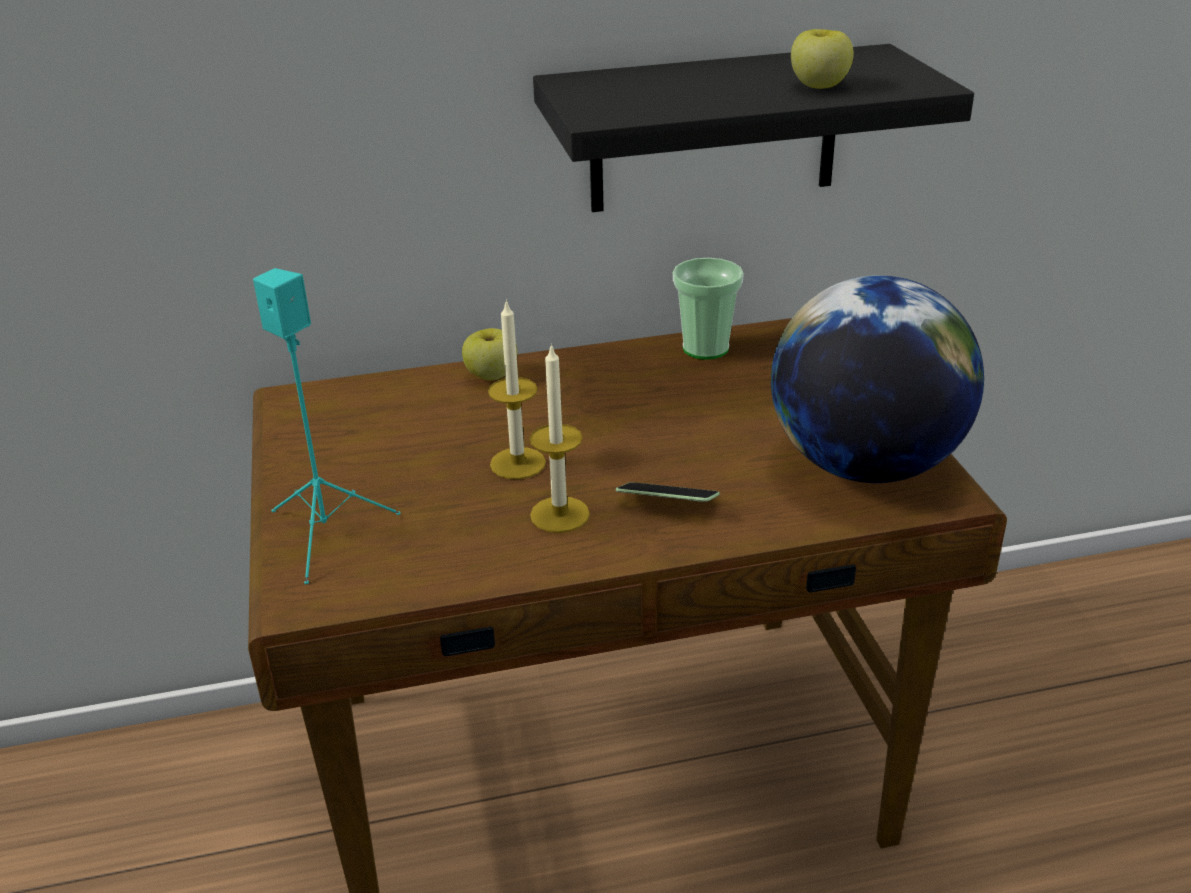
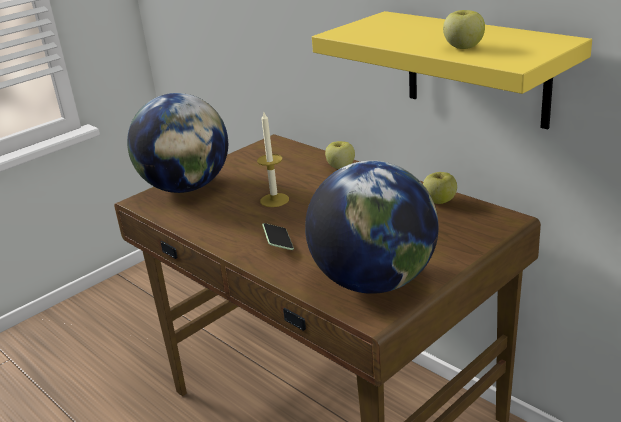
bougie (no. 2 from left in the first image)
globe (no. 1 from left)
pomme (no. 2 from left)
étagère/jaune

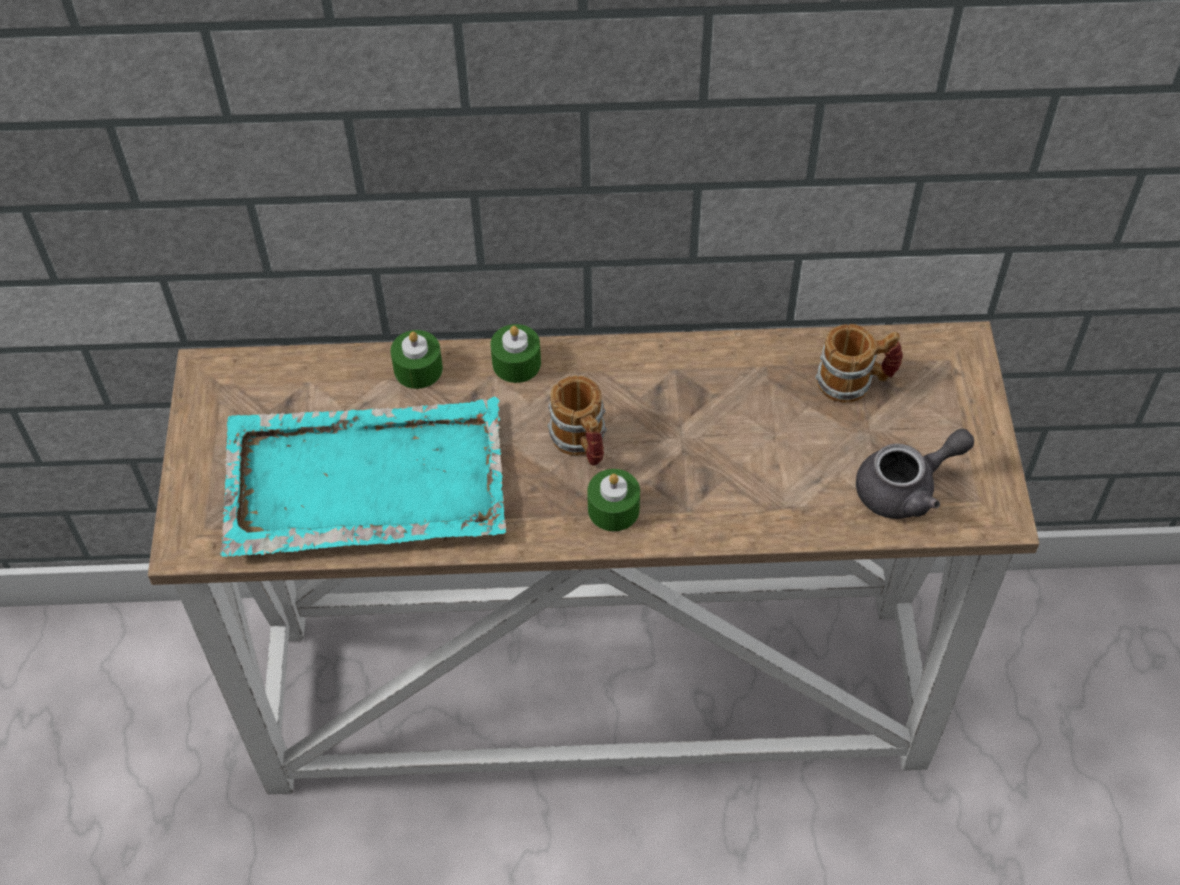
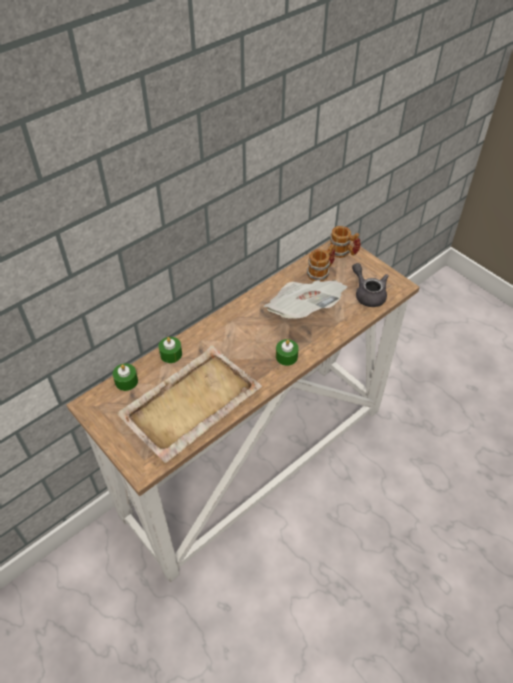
journal
bougie/vert (no. 1 from left)
mug (no. 2 from left)
plateau/beige
théière/gris

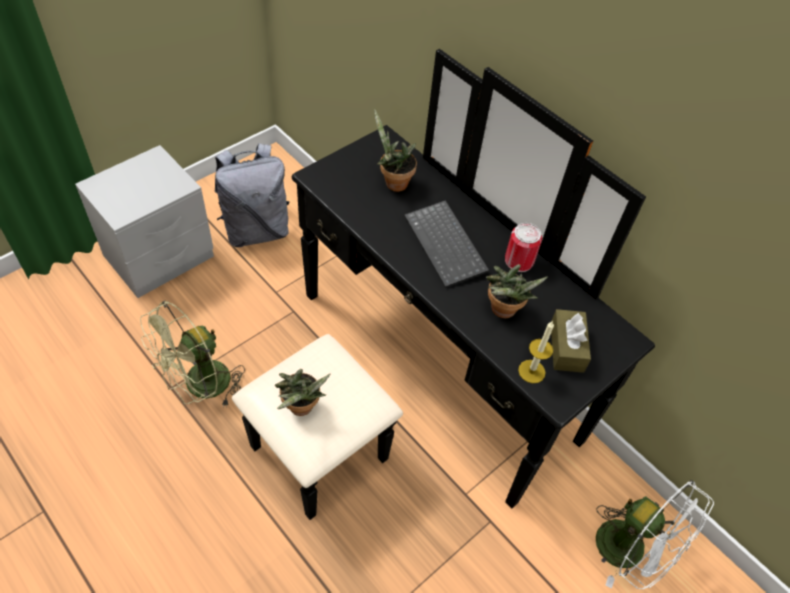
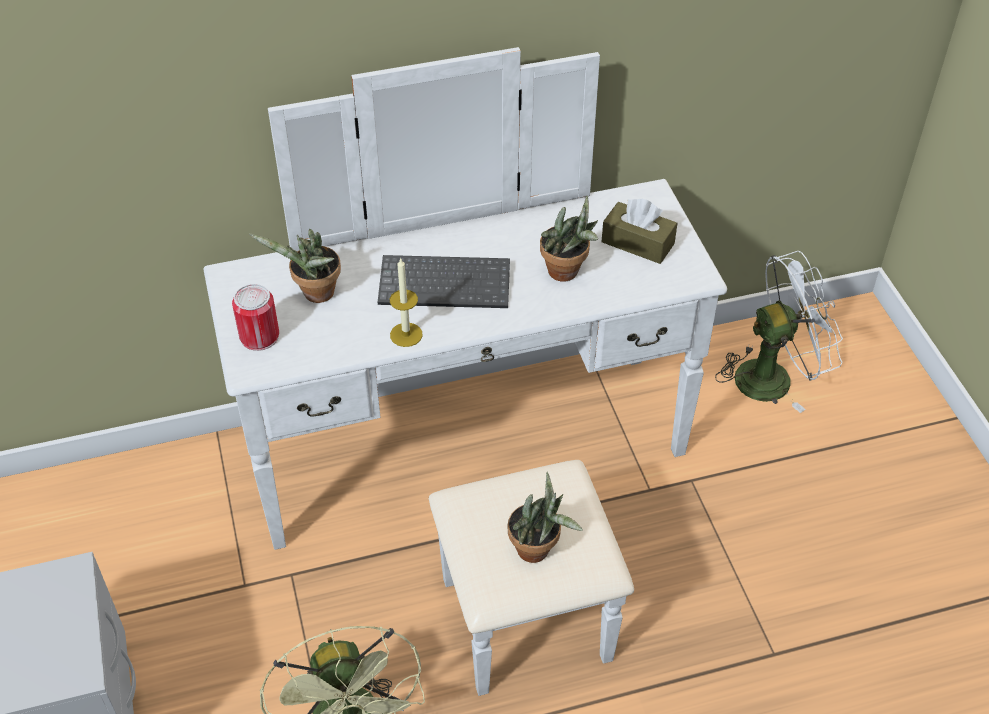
sac à dos/gris
boîte métallique
bougie
commode/blanc

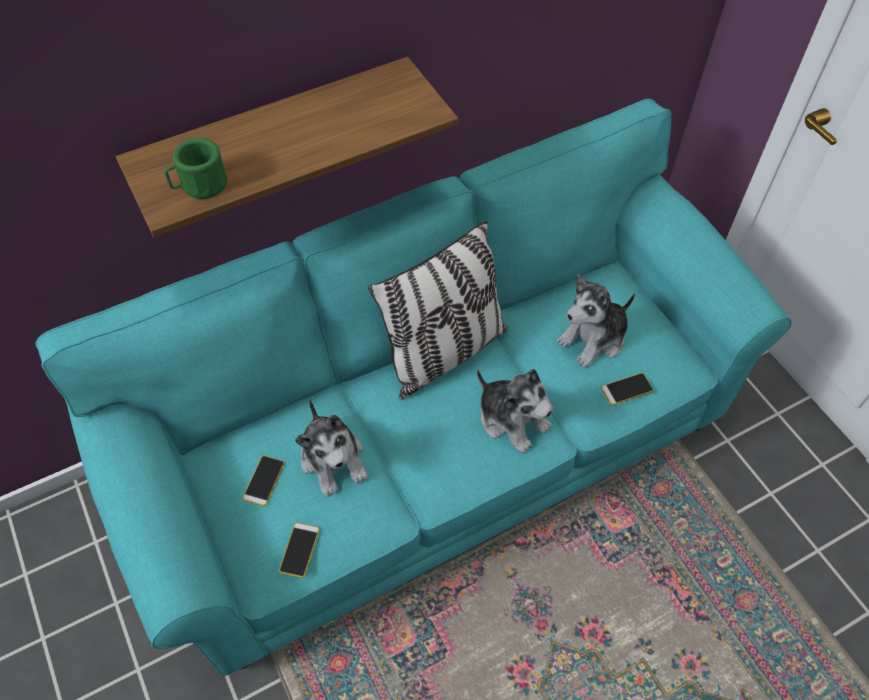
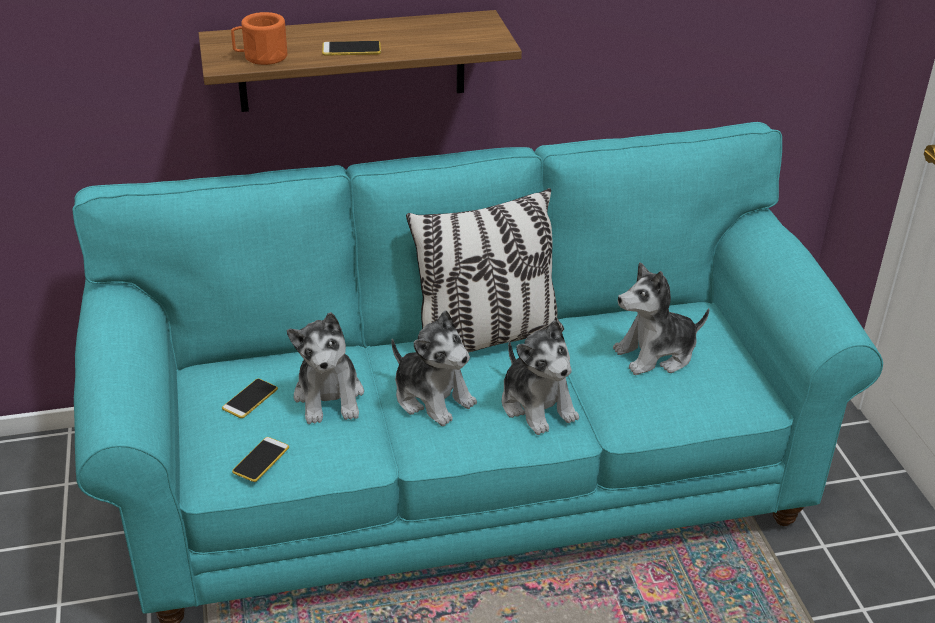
peluche (no. 2 from left)
téléphone (no. 3 from left)
mug/orange

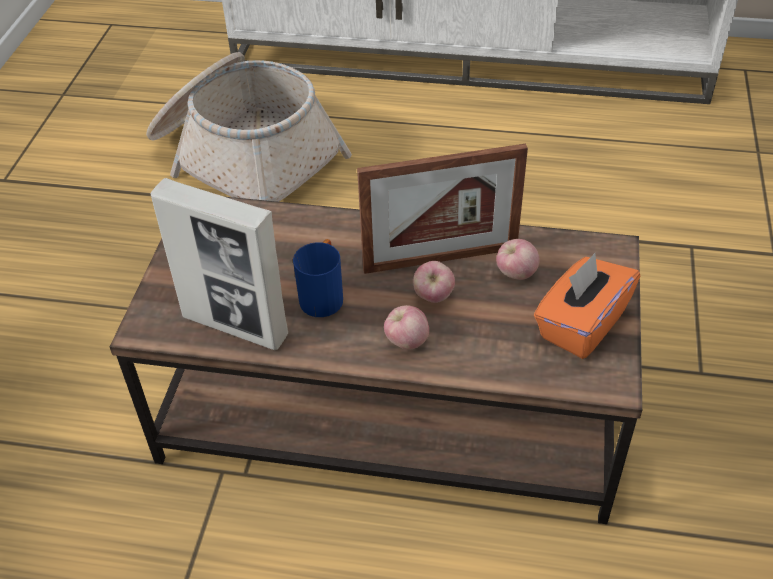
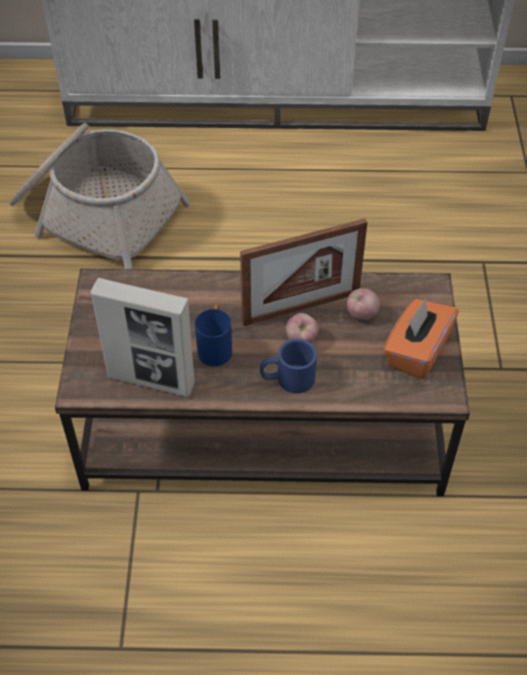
mug/bleu (no. 2 from left)

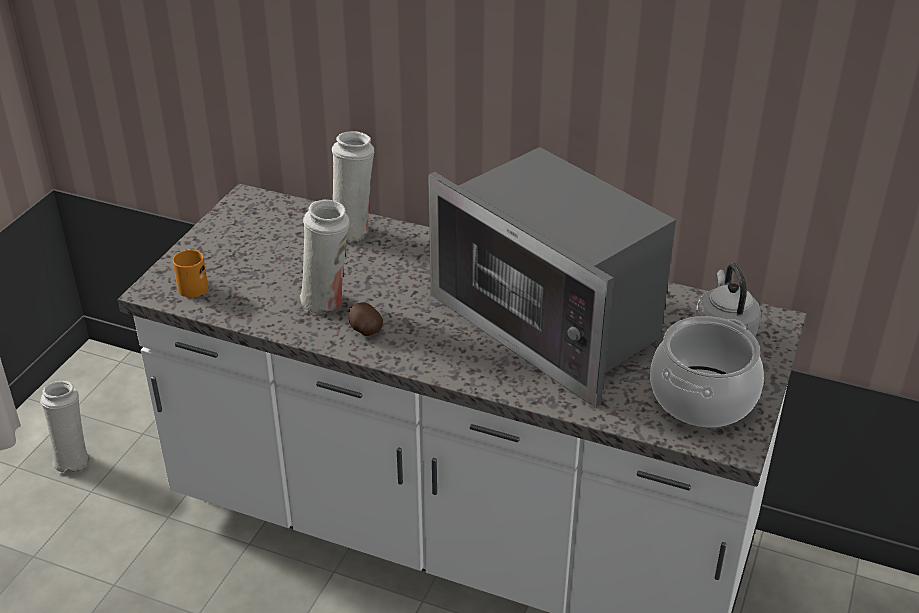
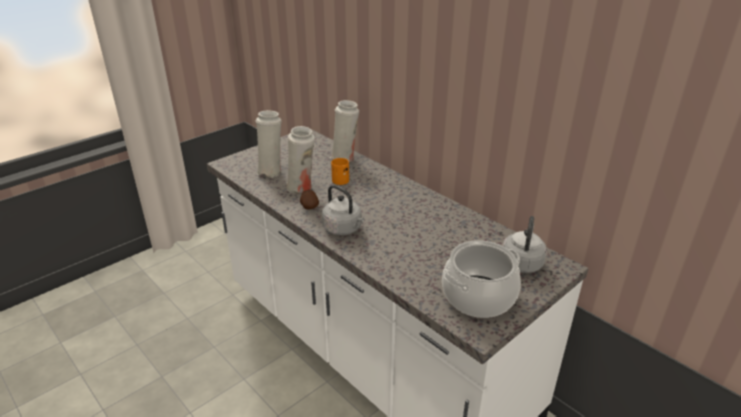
micro-ondes
bouilloire/gris (no. 1 from left)
vase/blanc (no. 1 from left)
mug/orange

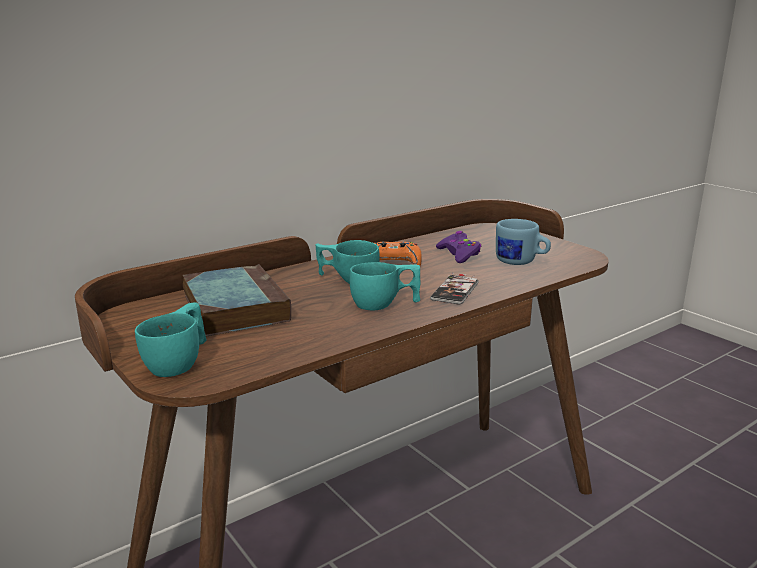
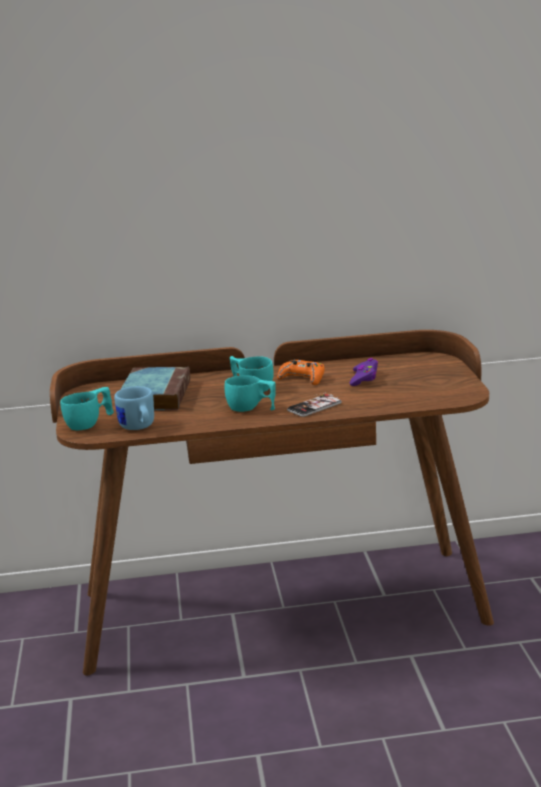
mug/bleu

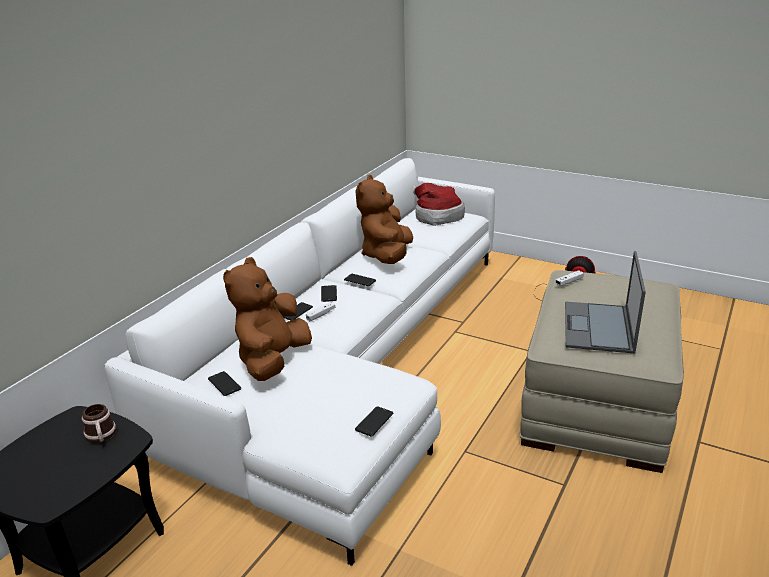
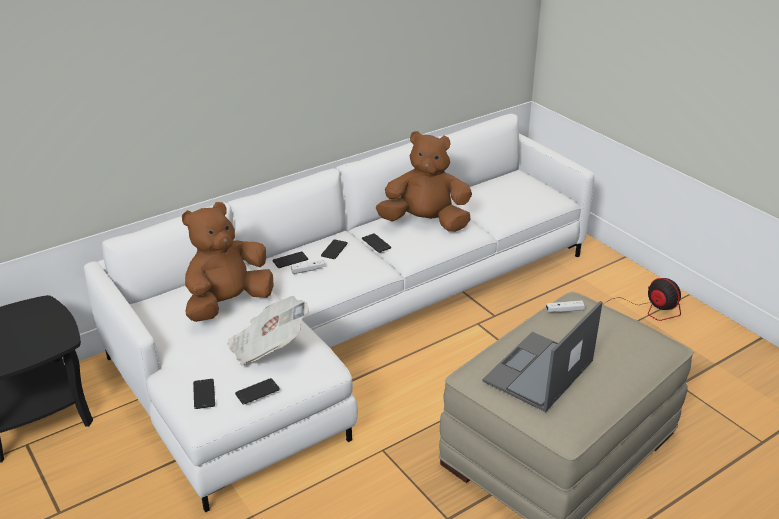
mug
chapeau
journal
téléphone (no. 1 from left)
peluche/marron (no. 2 from left)

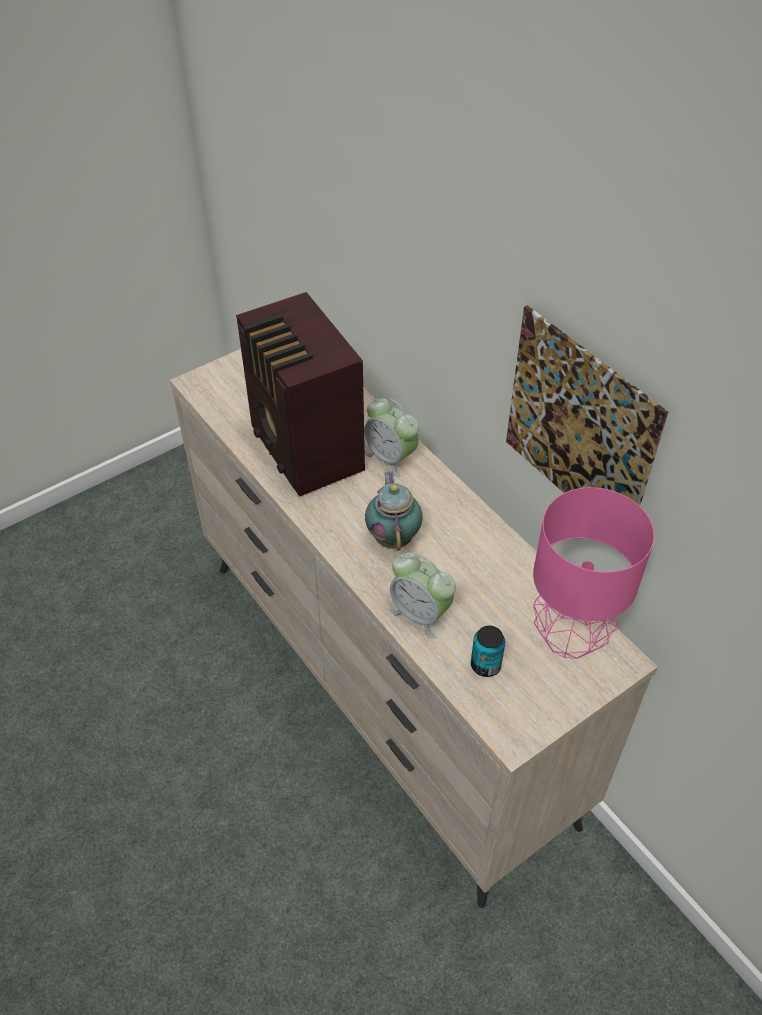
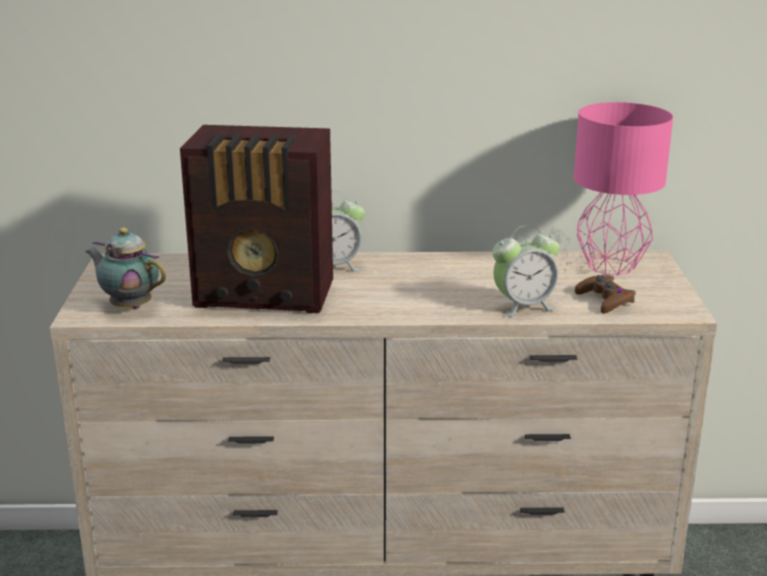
tableau
théière
manette/marron

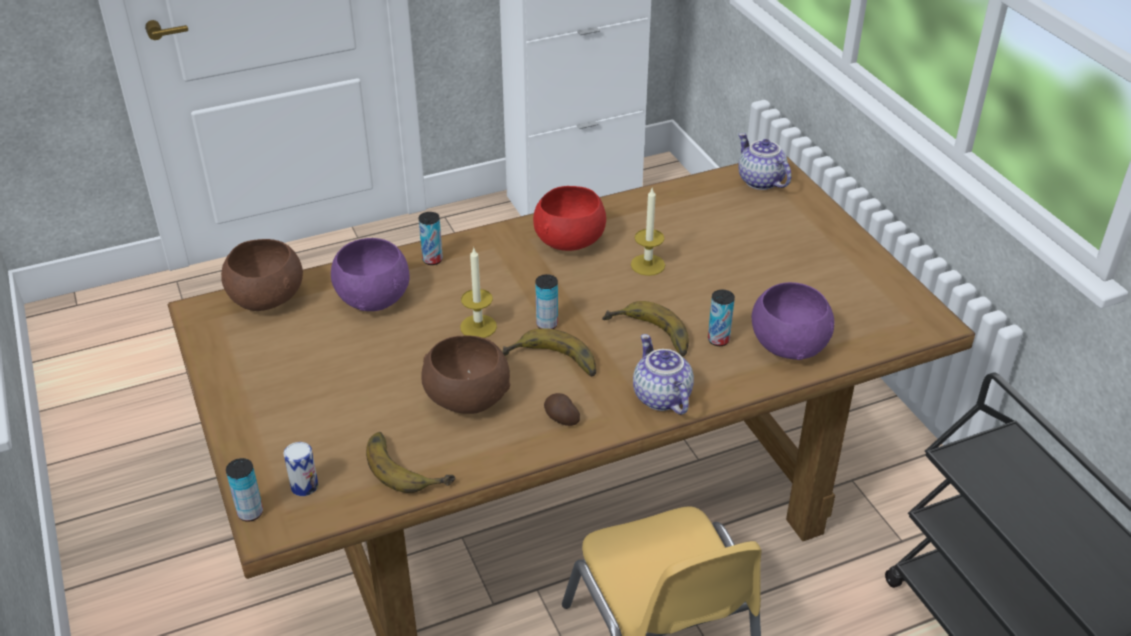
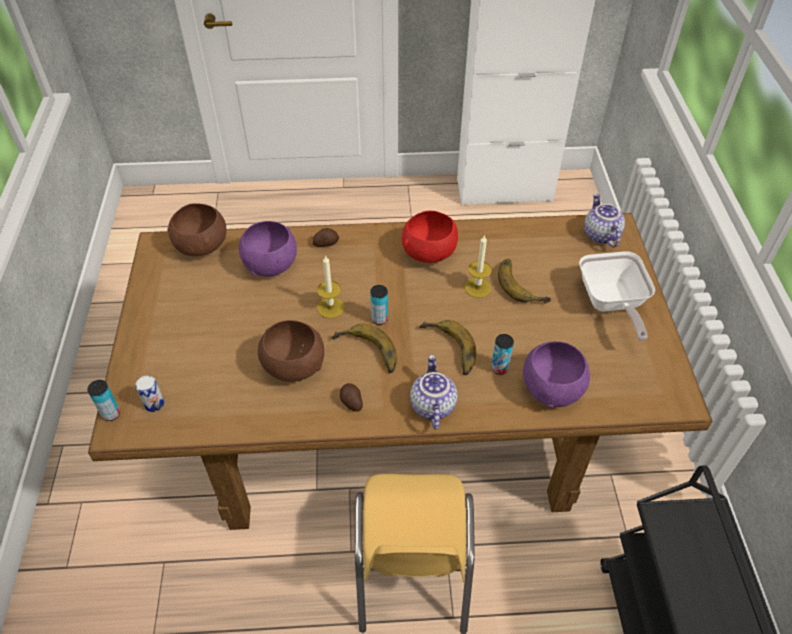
poêle
banane (no. 3 from left)
pomme de terre (no. 1 from left)

